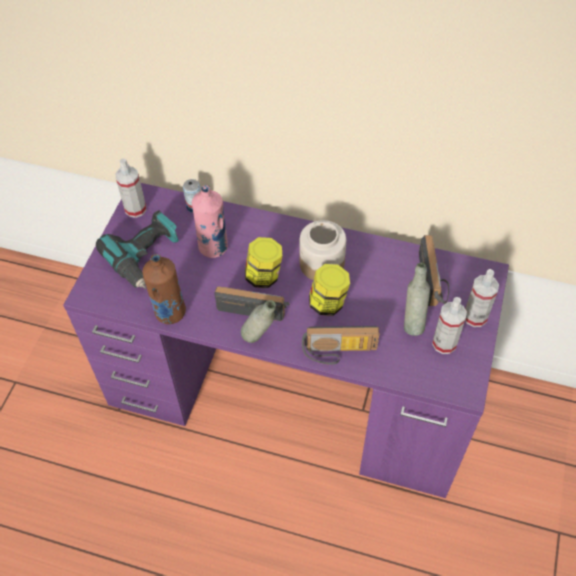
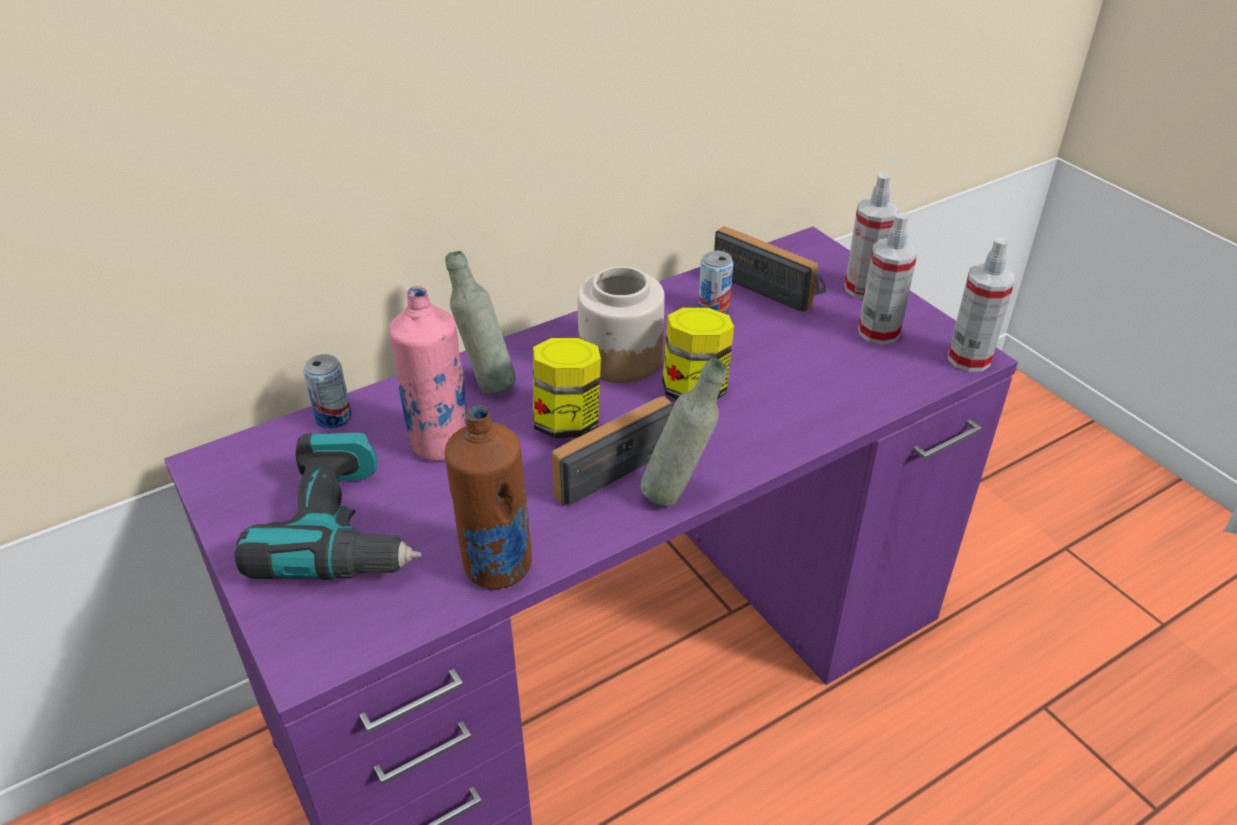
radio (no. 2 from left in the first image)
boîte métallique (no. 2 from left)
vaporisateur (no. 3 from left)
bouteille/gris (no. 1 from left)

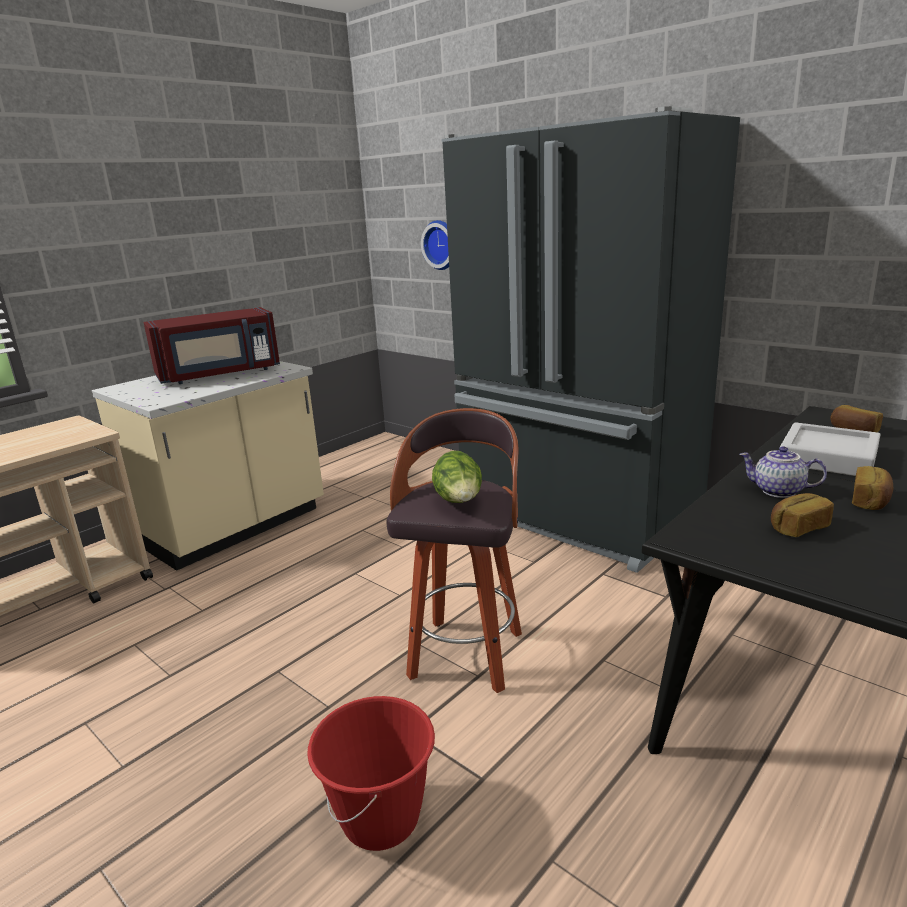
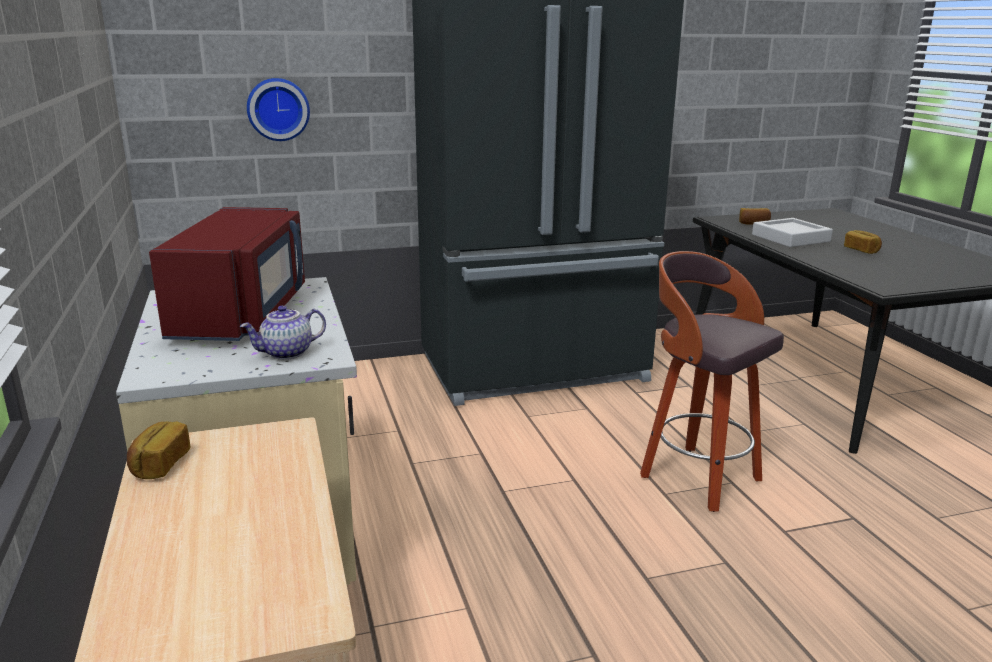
seau/rouge
laitue
théière
pain (no. 1 from left)

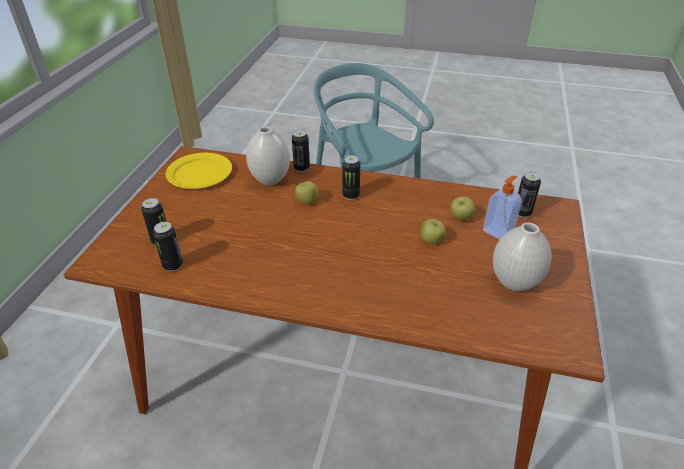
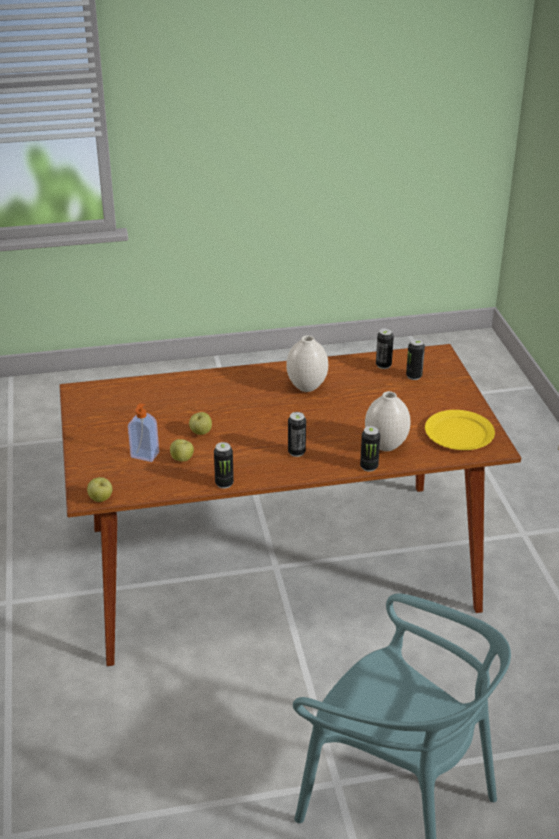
pomme (no. 1 from left)
vase/blanc (no. 1 from left)
boîte métallique (no. 1 from left)

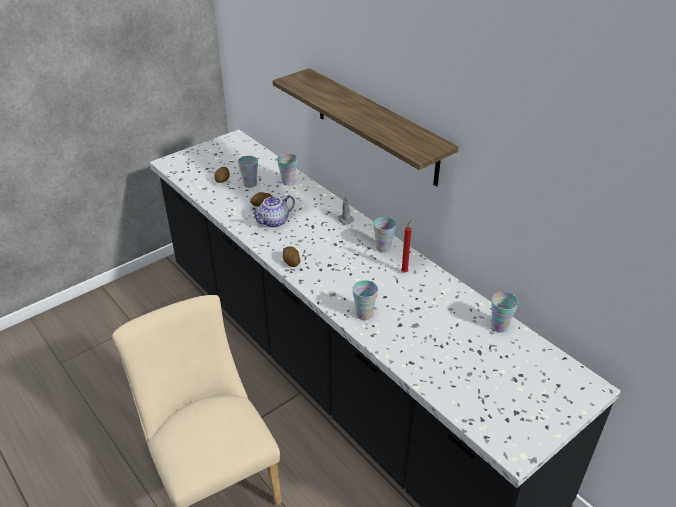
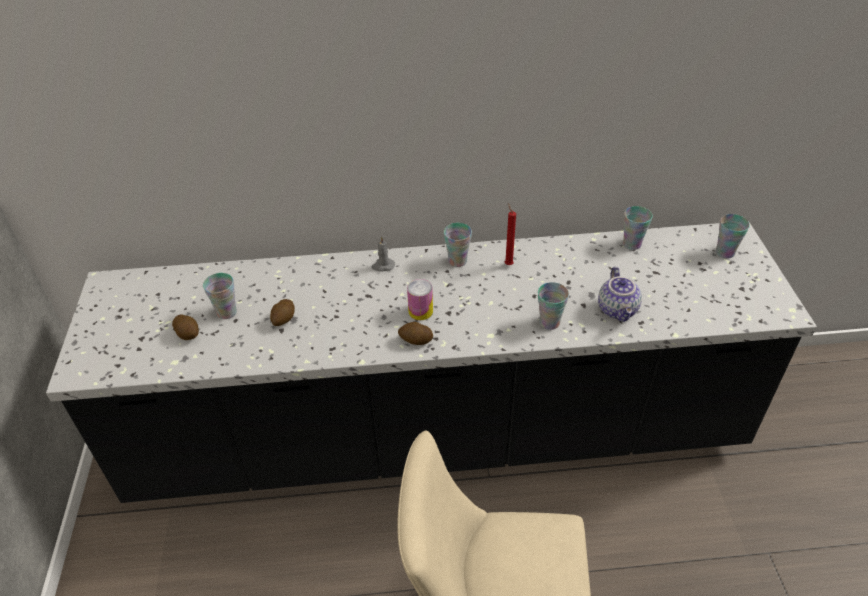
étagère
boîte métallique
théière
tasse (no. 5 from left)

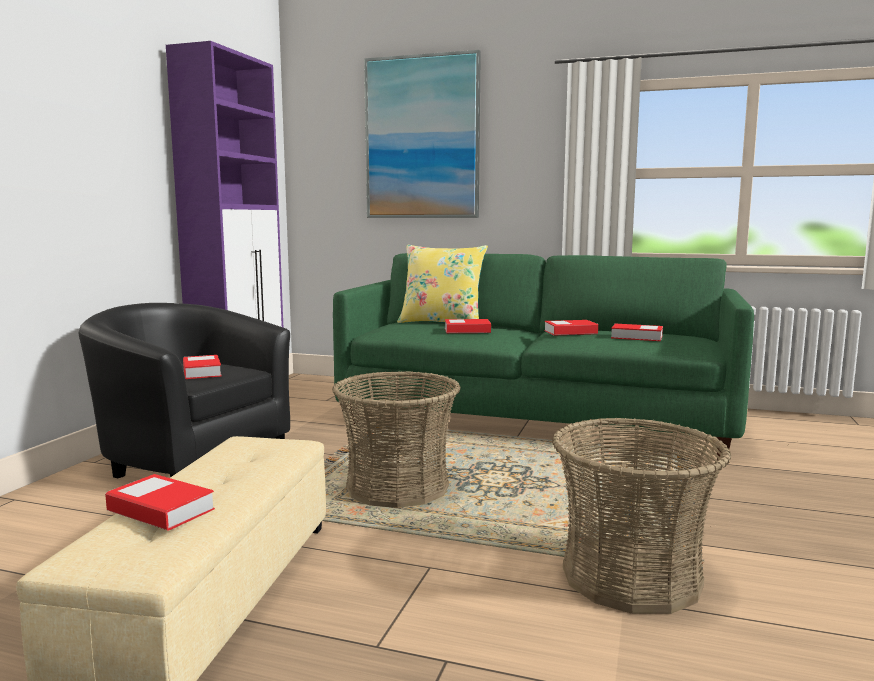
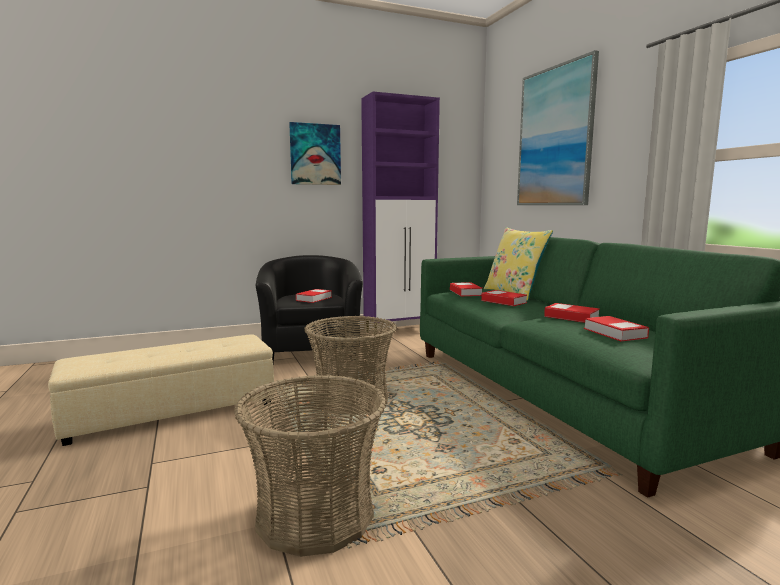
tableau (no. 1 from left)
livre (no. 2 from left)

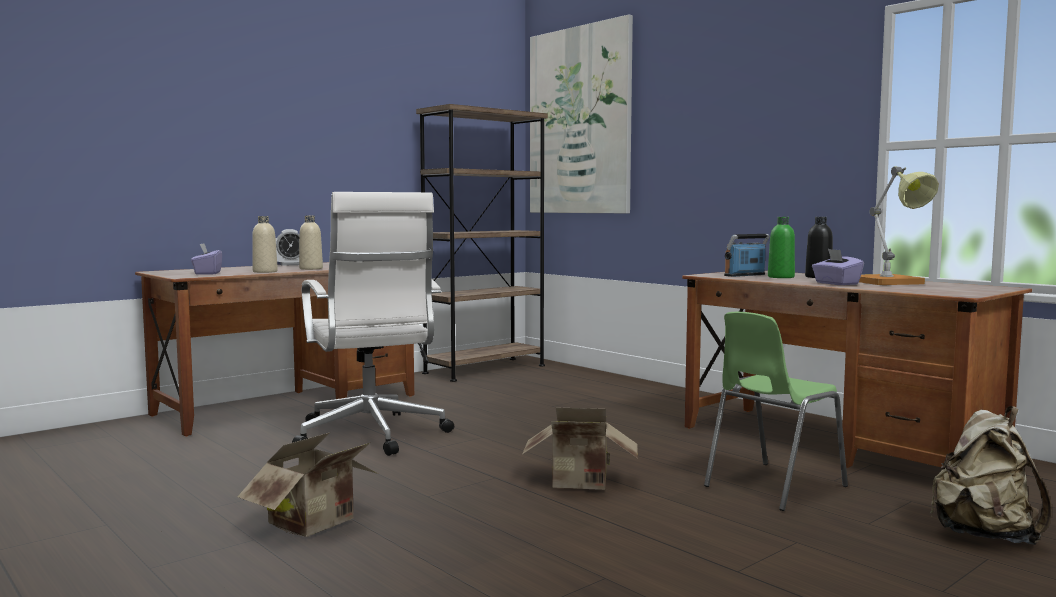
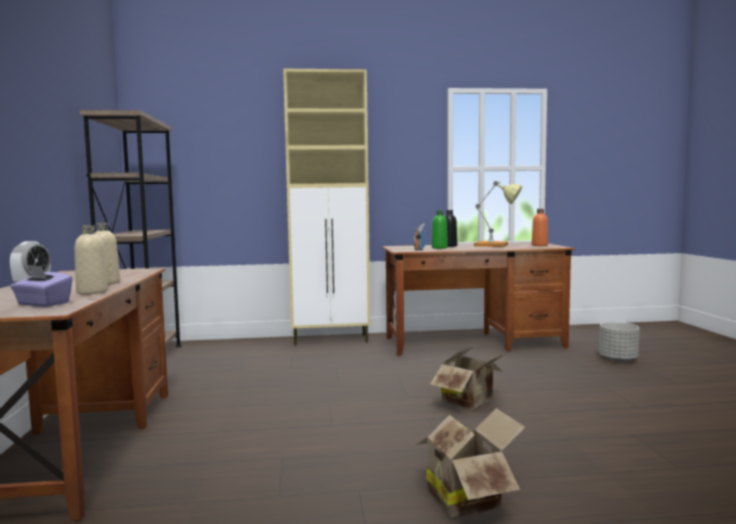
chaise de bureau/blanc
tableau
chaise/vert
boîte à mouchoirs/violet (no. 2 from left in the first image)
meuble de rangement/beige
bouteille/orange
cache-pot/gris

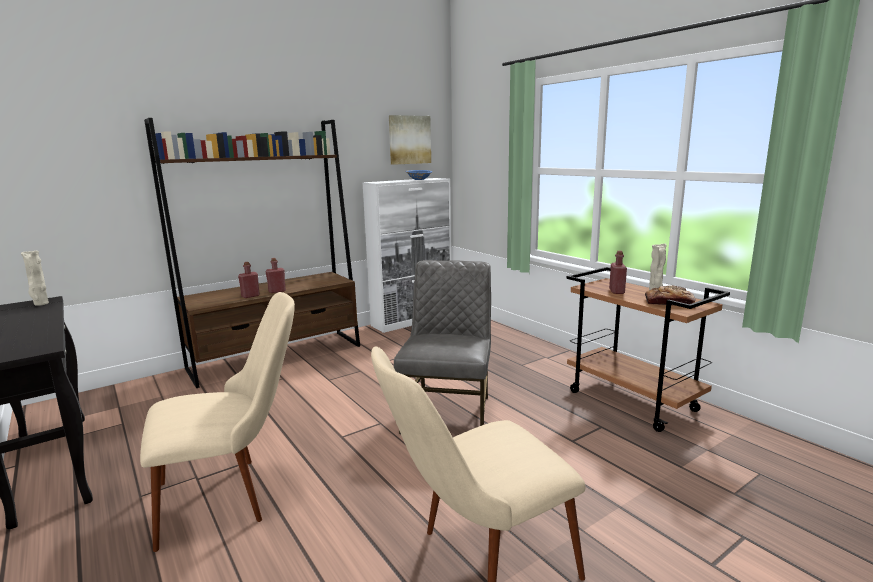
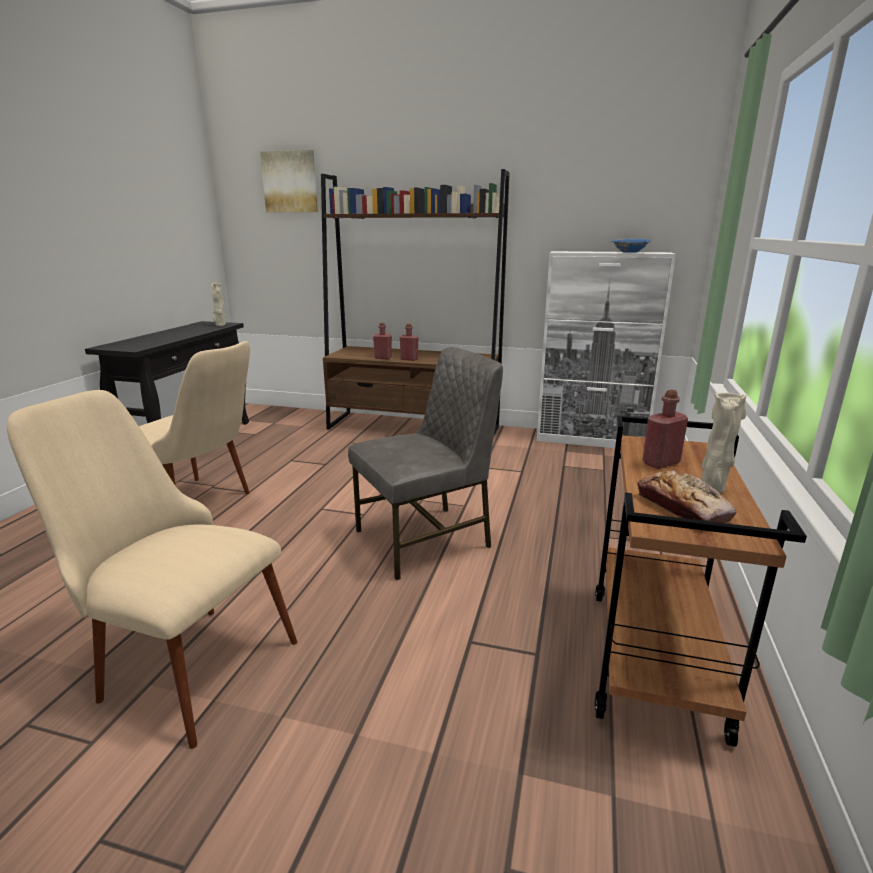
tableau

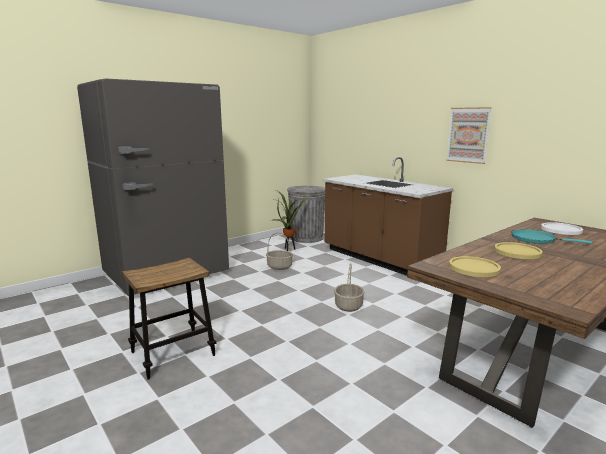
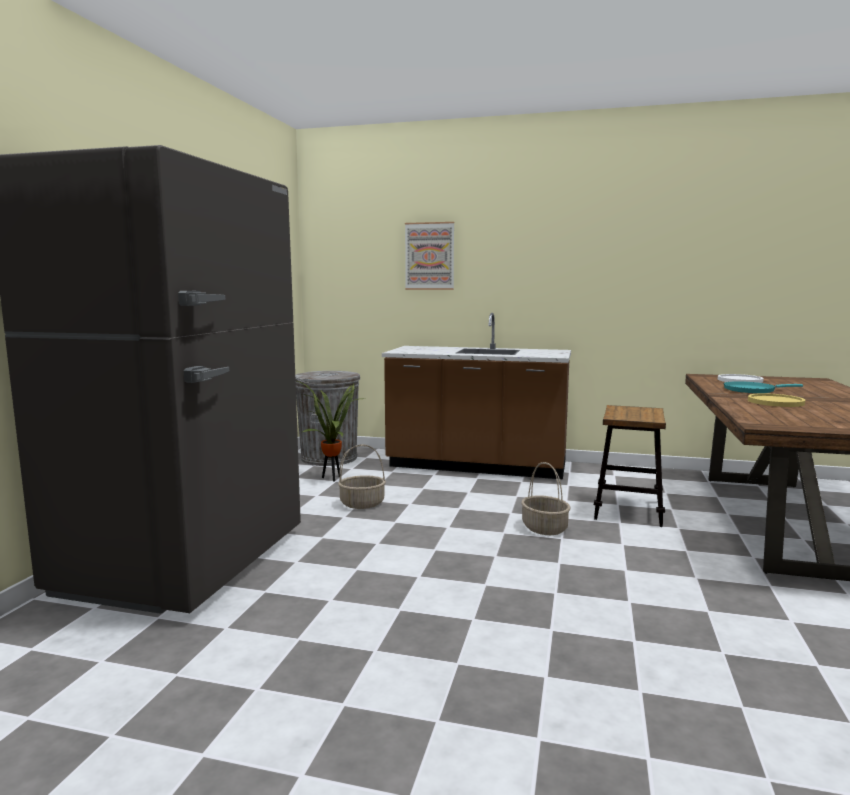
assiette/jaune (no. 1 from left in the first image)
tabouret
tableau

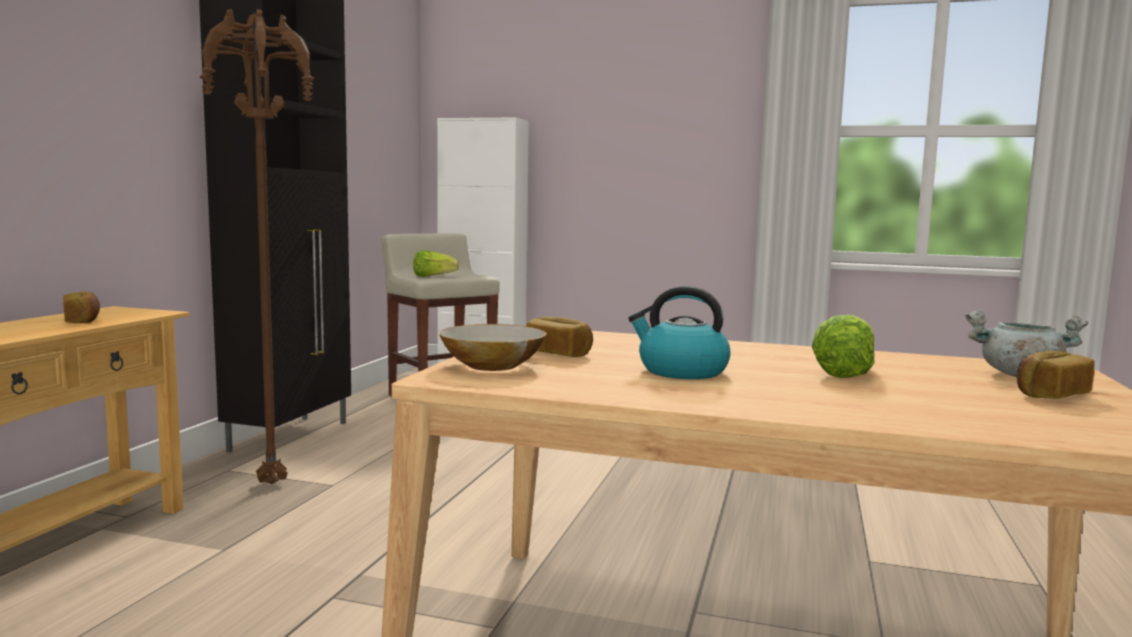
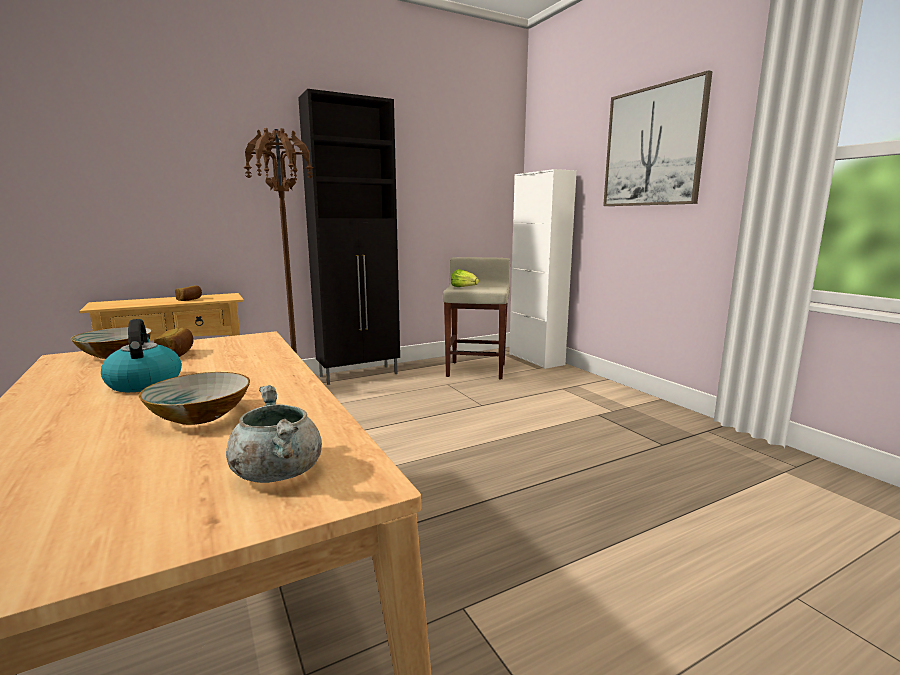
pain (no. 3 from left in the first image)
tableau
bol (no. 2 from left)

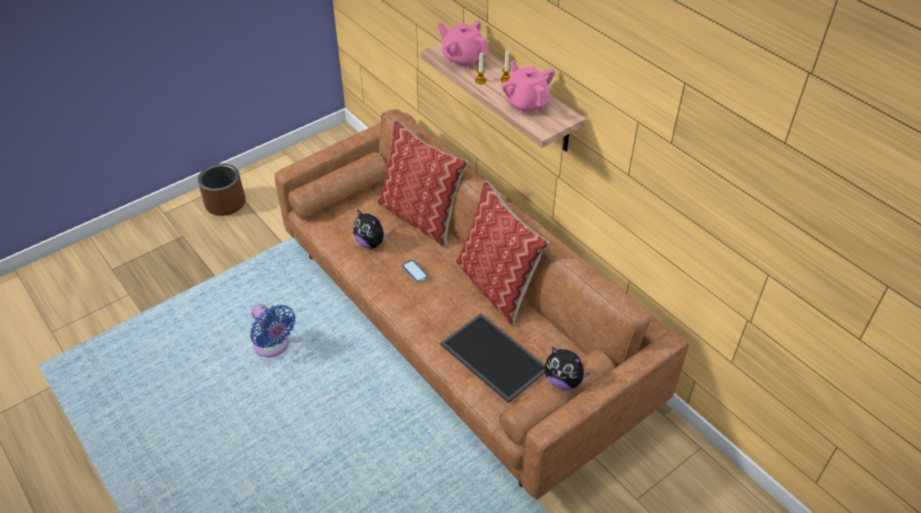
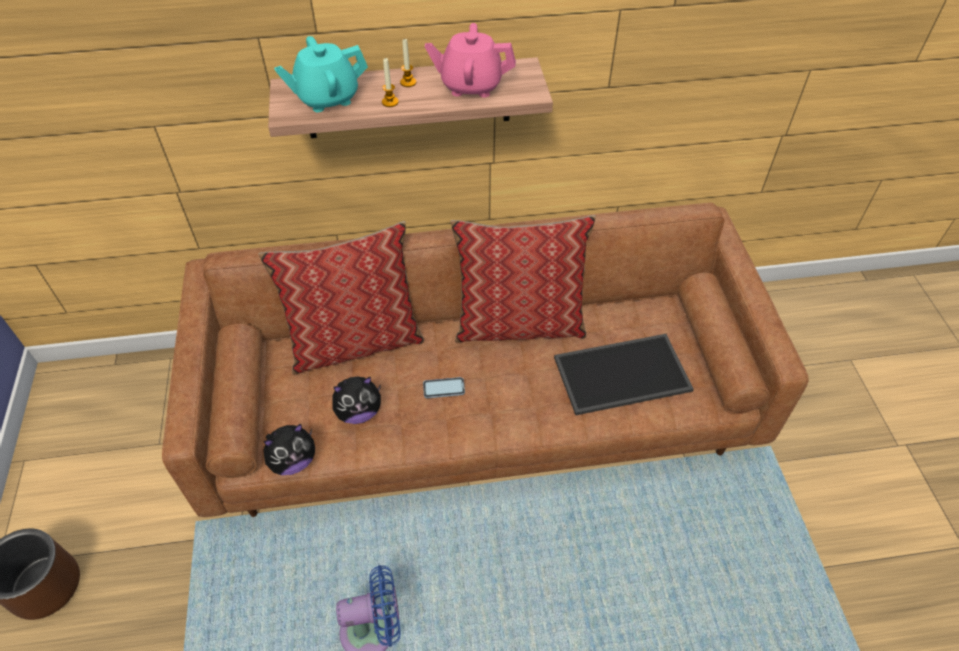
peluche (no. 1 from left)
théière/turquoise

